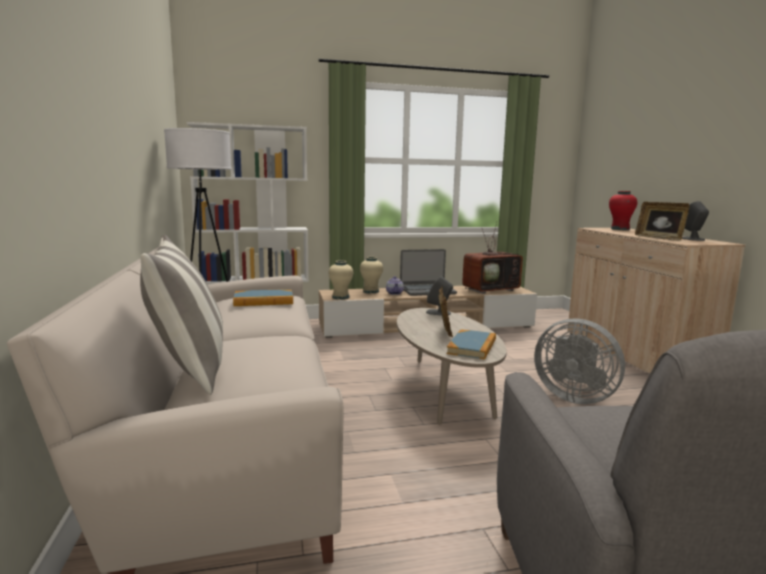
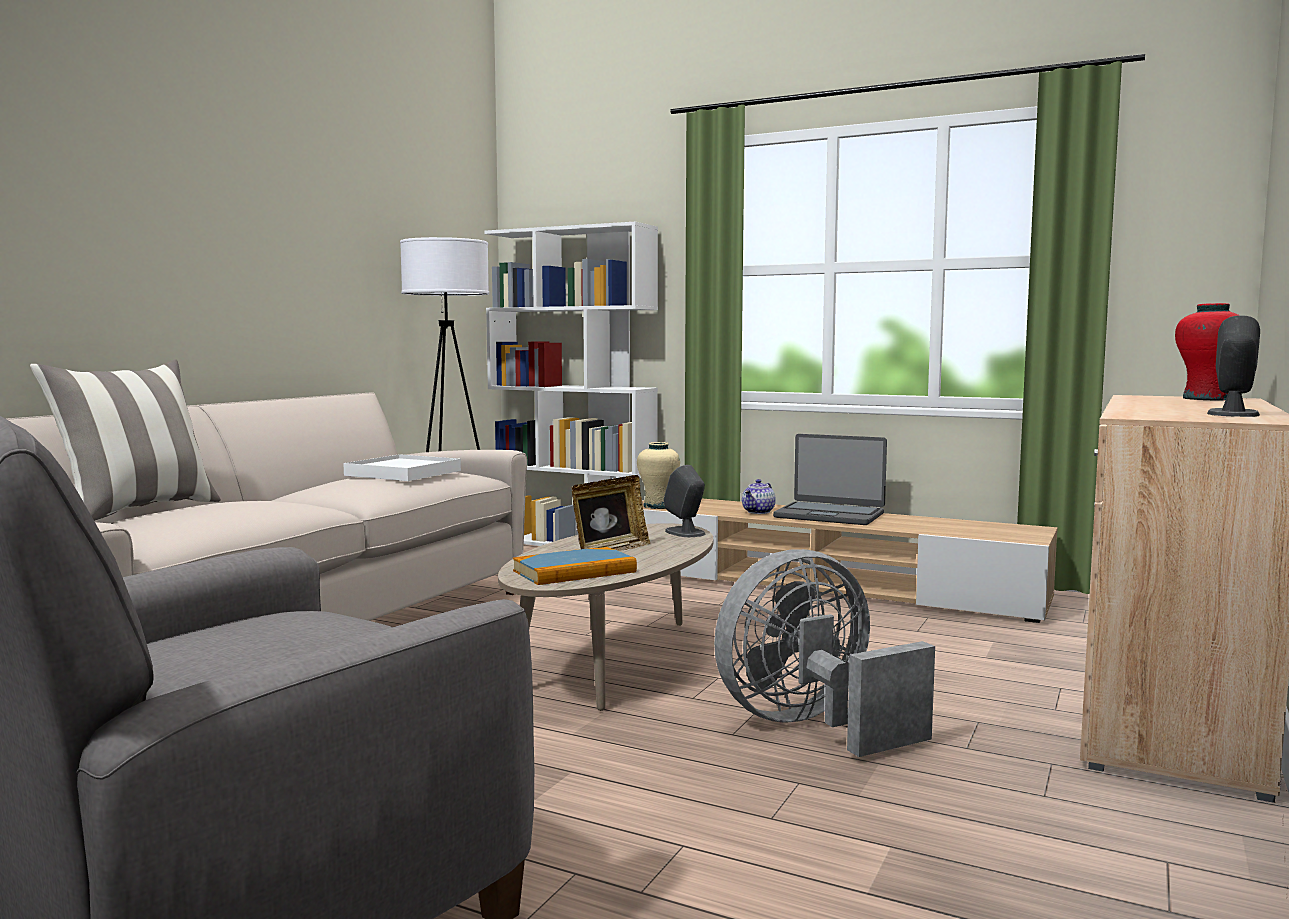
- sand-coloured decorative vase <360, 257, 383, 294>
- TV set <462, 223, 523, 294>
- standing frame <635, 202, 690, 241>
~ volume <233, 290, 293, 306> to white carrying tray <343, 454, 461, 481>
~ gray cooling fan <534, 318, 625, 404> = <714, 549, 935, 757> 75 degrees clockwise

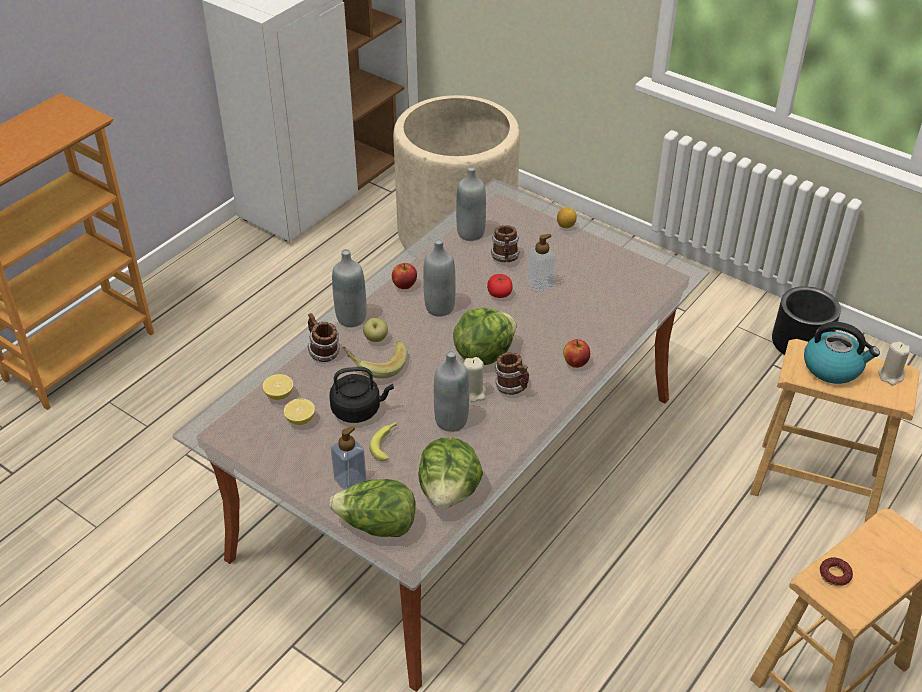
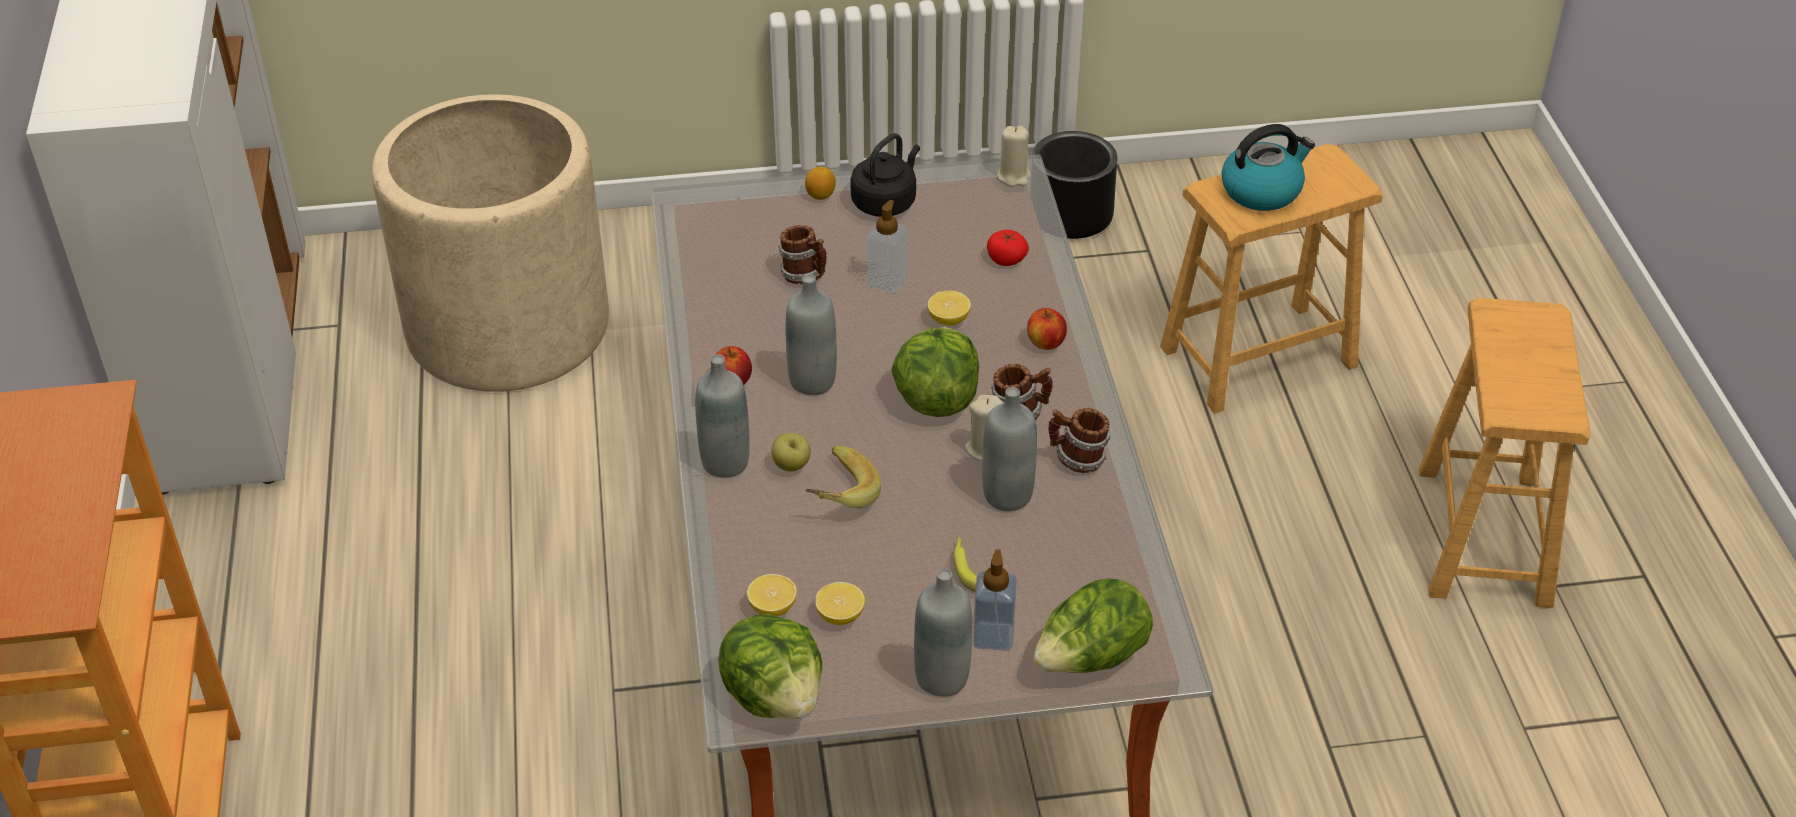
- donut <820, 557, 853, 586>
+ lemon <927, 291, 971, 326>
~ coffee mug <307, 313, 340, 362> to <1049, 408, 1111, 473>
~ black kettle <329, 367, 394, 423> to <850, 133, 920, 217>
~ head of lettuce <419, 437, 483, 509> to <718, 613, 822, 719>
~ gray bottle <456, 166, 486, 241> to <914, 569, 972, 697>
~ tomato <487, 274, 513, 298> to <987, 230, 1029, 266>
~ sand-coloured candle <878, 342, 910, 386> to <997, 126, 1031, 187>

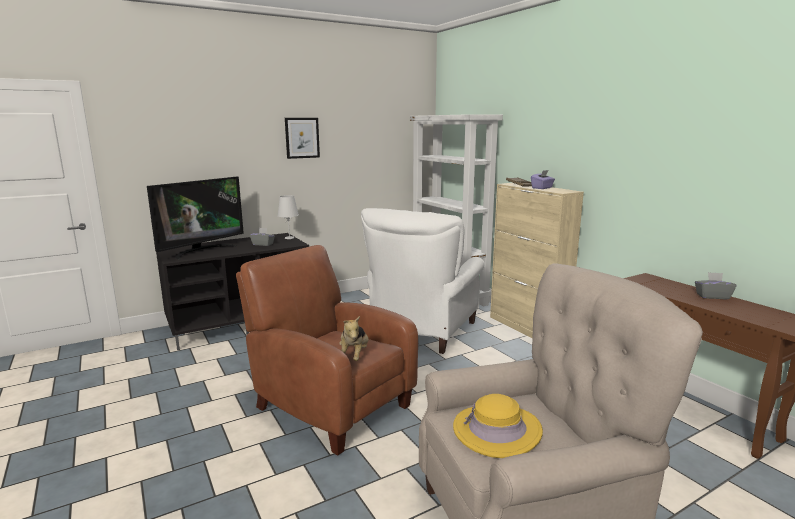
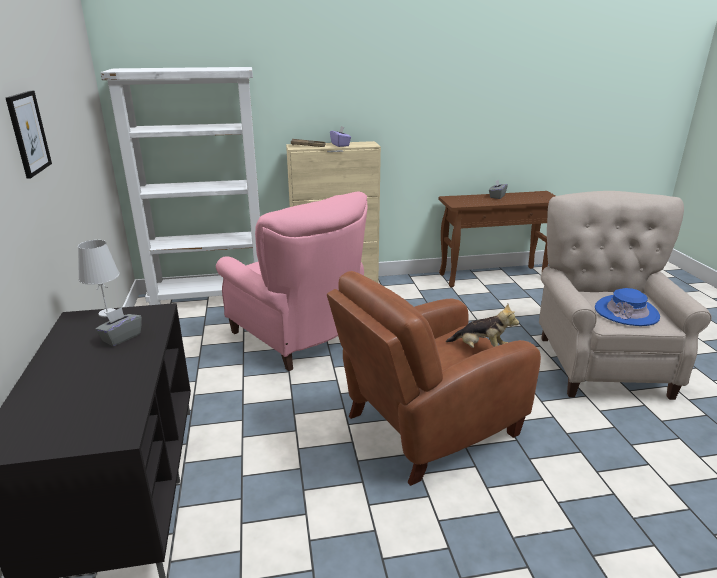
- TV set <147, 177, 244, 260>
~ white armchair <361, 208, 485, 354> to pink-coloured armchair <216, 192, 368, 371>
~ yellow hat <453, 394, 543, 458> to blue hat <595, 288, 660, 326>

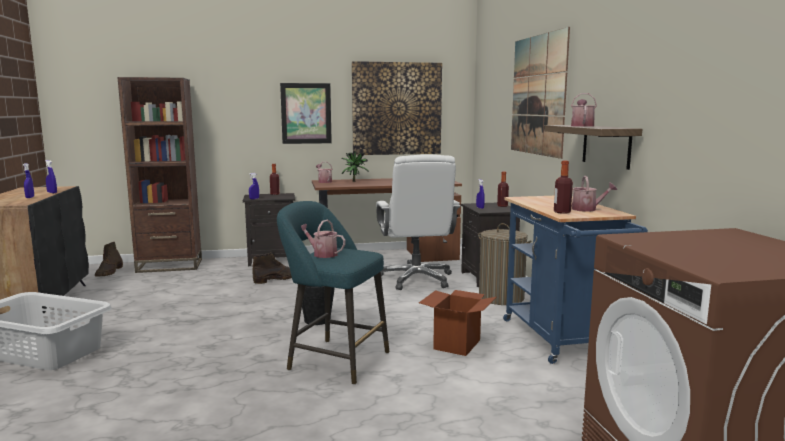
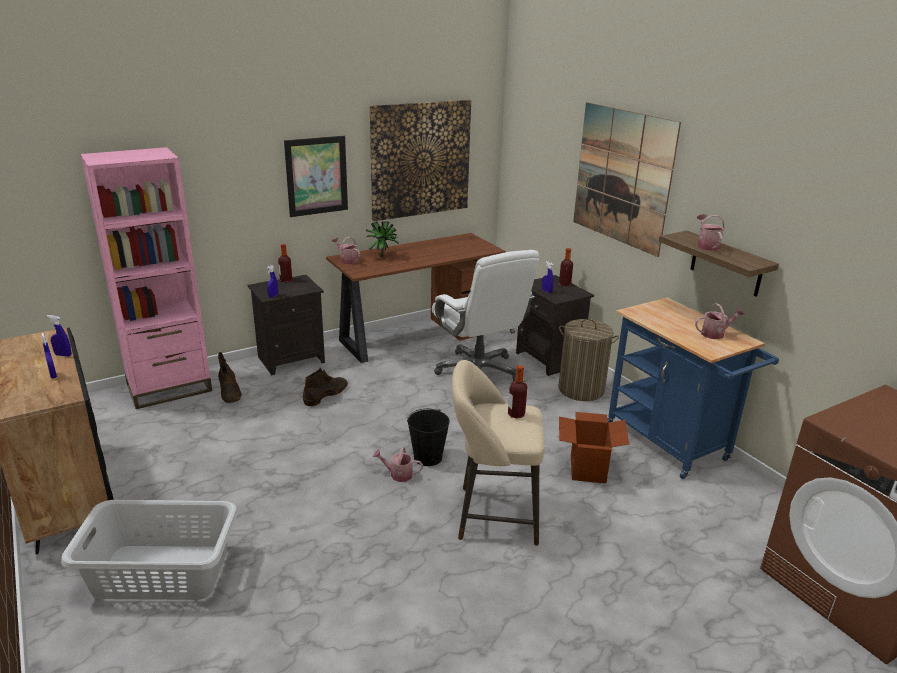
~ brown tall boot <95, 242, 123, 277> to <218, 352, 242, 403>
~ watering can <301, 220, 346, 258> to <373, 447, 423, 482>
~ bottle <554, 161, 573, 214> to <508, 365, 527, 419>
~ brown shelving unit <117, 77, 202, 273> to pink-coloured shelving unit <80, 147, 212, 409>
~ turquoise-coloured stool <277, 201, 389, 385> to sand-coloured stool <452, 360, 544, 546>

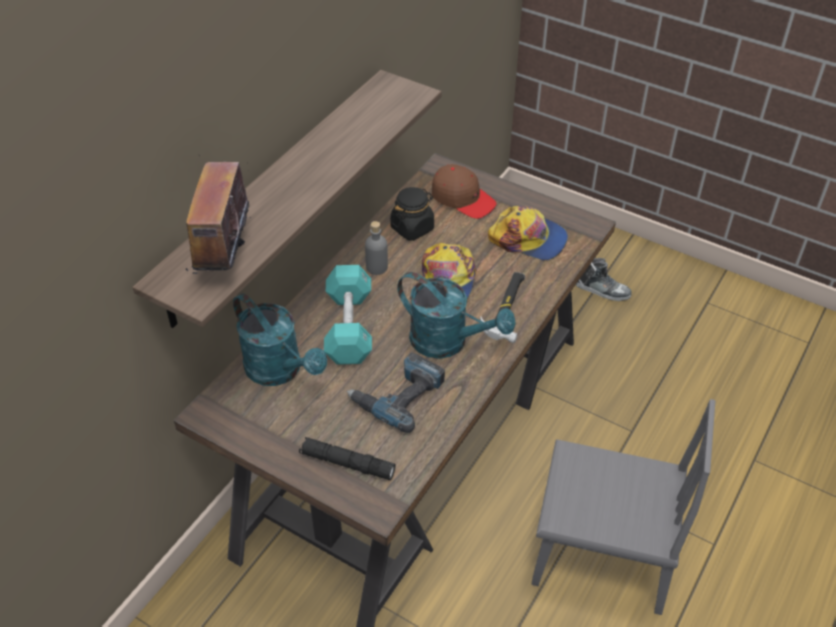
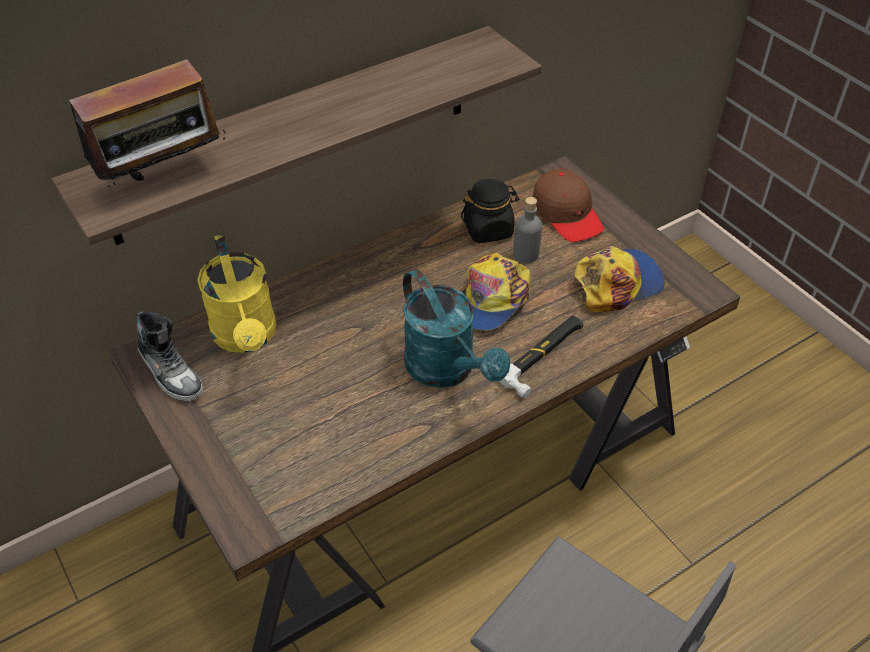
- black flashlight <299, 437, 395, 480>
- turquoise-coloured hand weight <324, 265, 372, 365>
- drill <347, 352, 445, 433>
~ gray bottle <365, 221, 388, 275> to <513, 197, 542, 263>
~ low shoe <576, 258, 632, 301> to <137, 311, 203, 402>
~ turquoise-coloured watering can <233, 293, 327, 386> to yellow watering can <197, 234, 277, 353>
~ radio set <186, 154, 251, 274> = <57, 59, 227, 187> 150 degrees counterclockwise
~ cap <488, 206, 568, 260> = <574, 246, 665, 312> 75 degrees counterclockwise

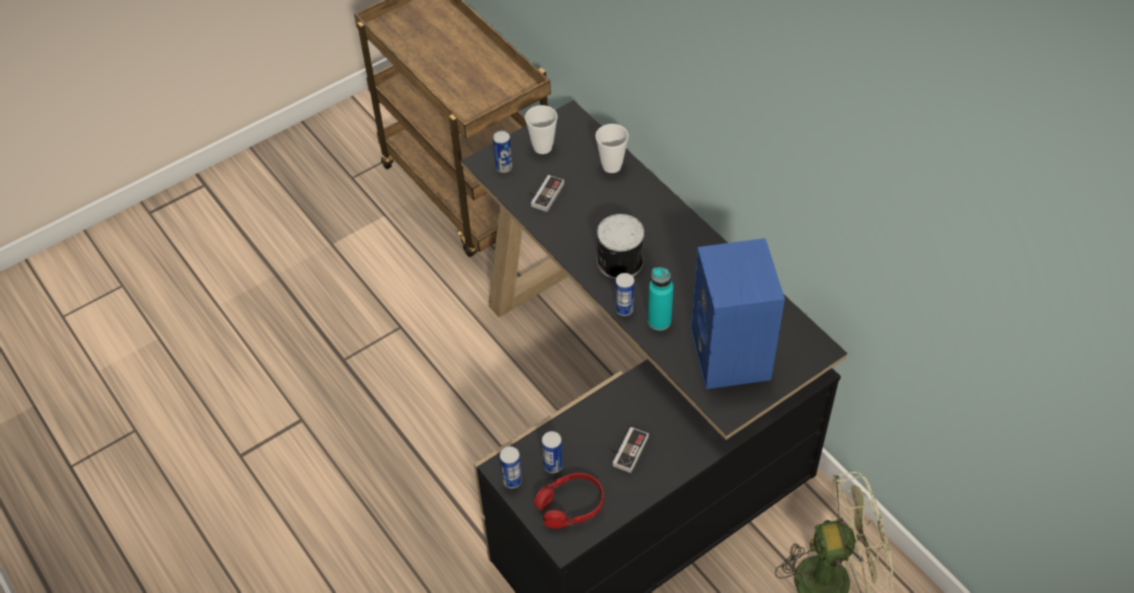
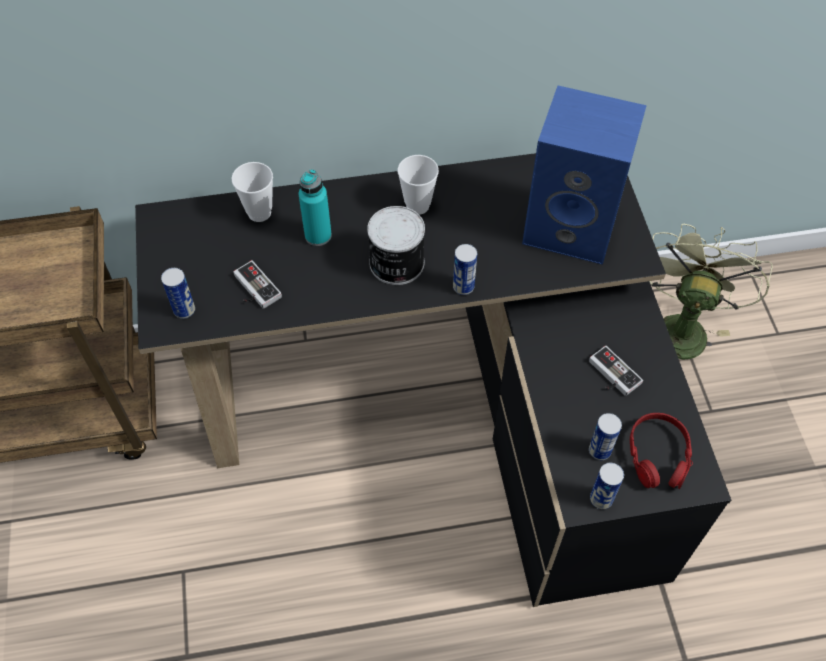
~ drinking cup <525, 105, 558, 154> to <398, 155, 439, 215>
~ turquoise-coloured bottle <648, 268, 674, 331> to <299, 169, 332, 246>

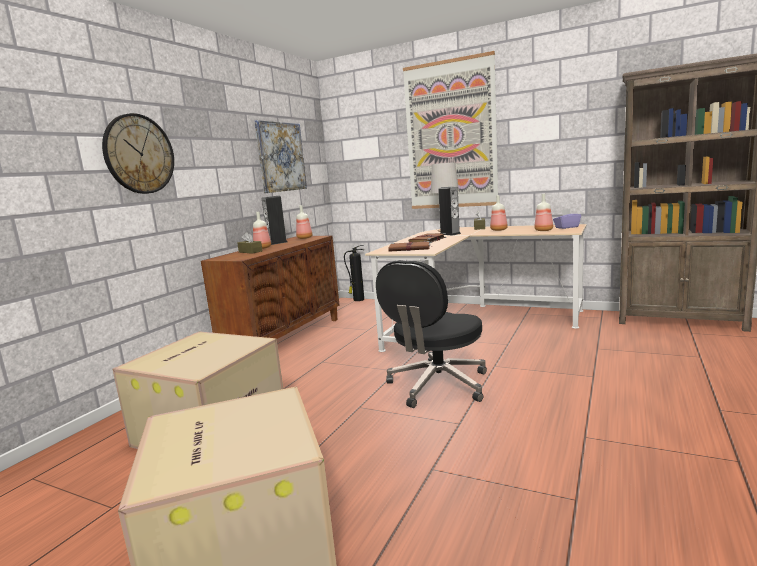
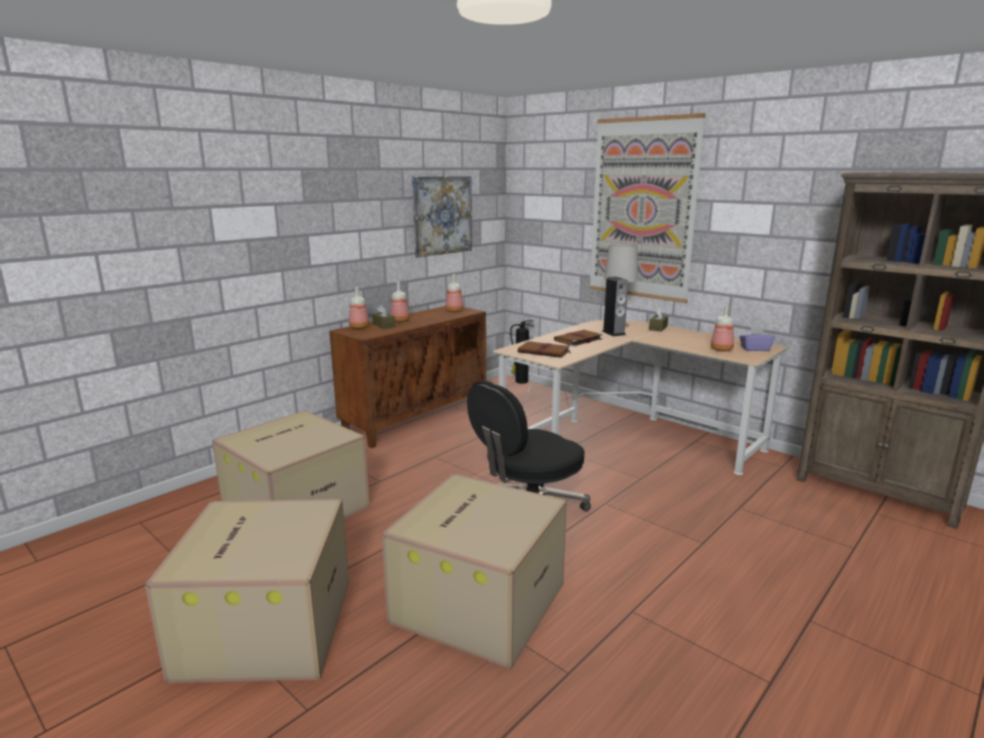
- clock on the wall <102, 113, 174, 194>
- loudspeaker <262, 196, 287, 245>
+ cardboard box <382, 473, 567, 669>
~ bottle <490, 195, 508, 231> to <349, 287, 369, 329>

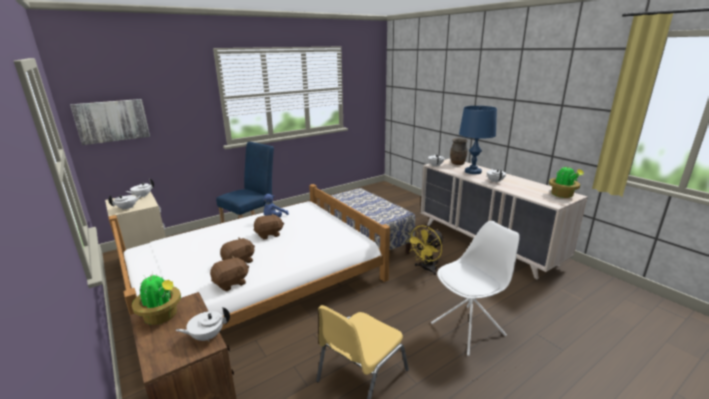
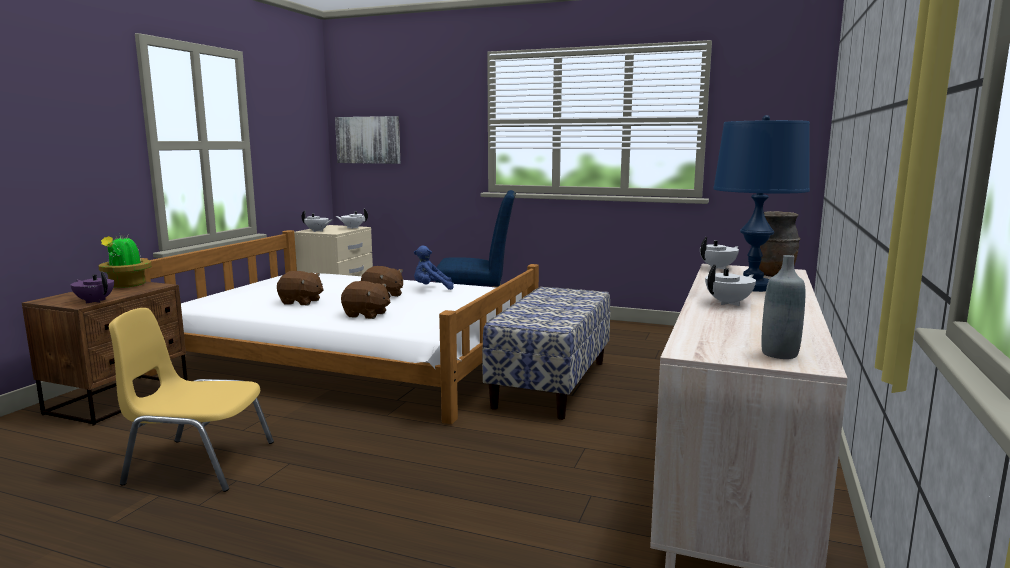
- yellow cooling fan <406, 225, 445, 275>
- white plain chair <431, 221, 520, 356>
~ brown soft toy <210, 256, 249, 291> to <341, 281, 390, 319>
~ houseplant <549, 165, 584, 198> to gray bottle <761, 255, 805, 359>
~ white teapot <176, 307, 230, 342> to purple-coloured teapot <70, 271, 114, 304>

